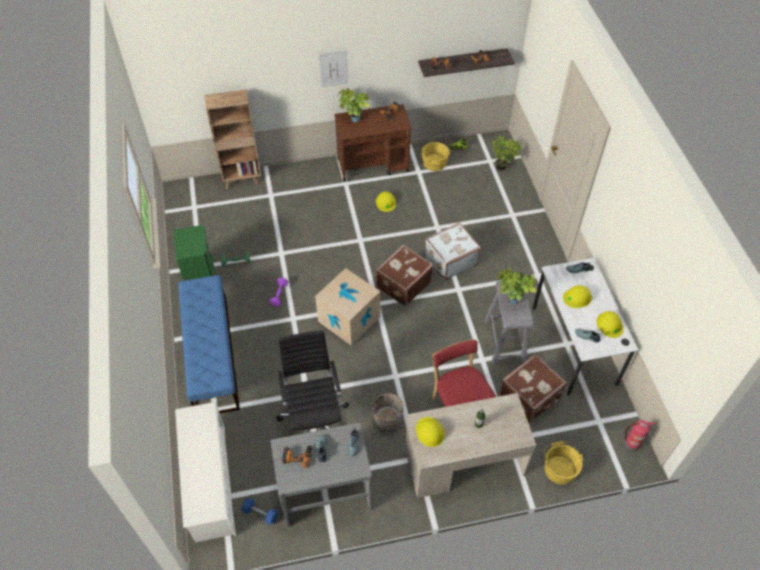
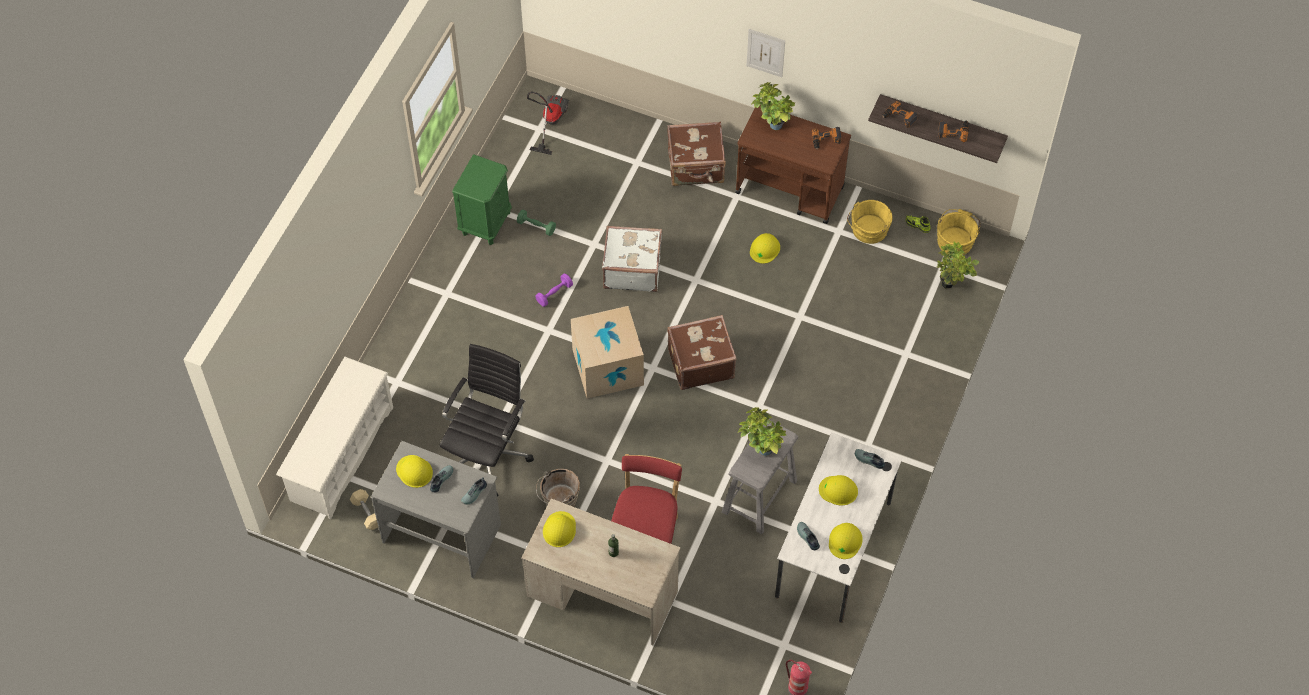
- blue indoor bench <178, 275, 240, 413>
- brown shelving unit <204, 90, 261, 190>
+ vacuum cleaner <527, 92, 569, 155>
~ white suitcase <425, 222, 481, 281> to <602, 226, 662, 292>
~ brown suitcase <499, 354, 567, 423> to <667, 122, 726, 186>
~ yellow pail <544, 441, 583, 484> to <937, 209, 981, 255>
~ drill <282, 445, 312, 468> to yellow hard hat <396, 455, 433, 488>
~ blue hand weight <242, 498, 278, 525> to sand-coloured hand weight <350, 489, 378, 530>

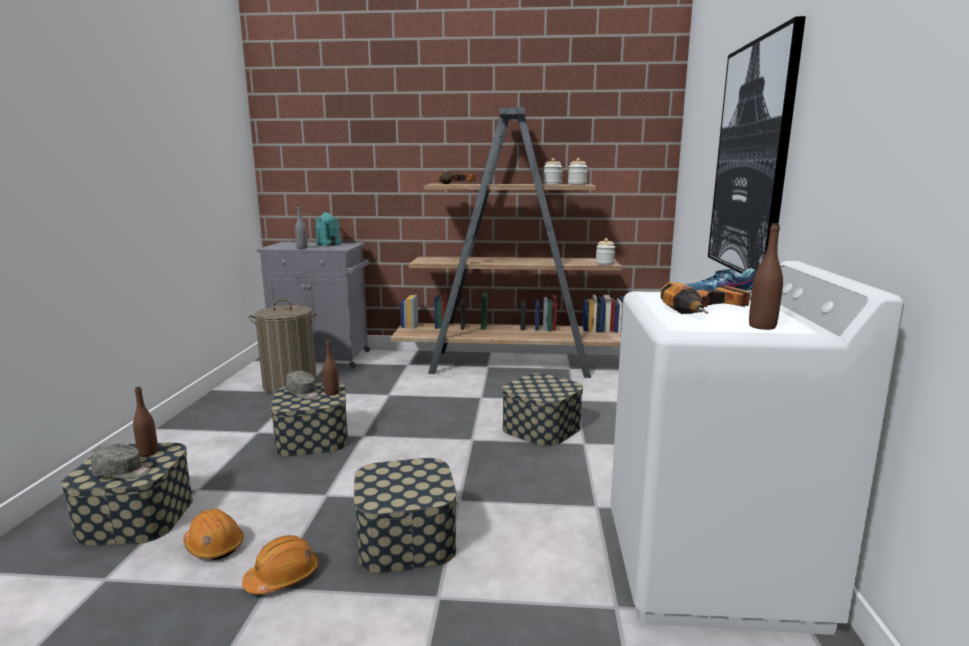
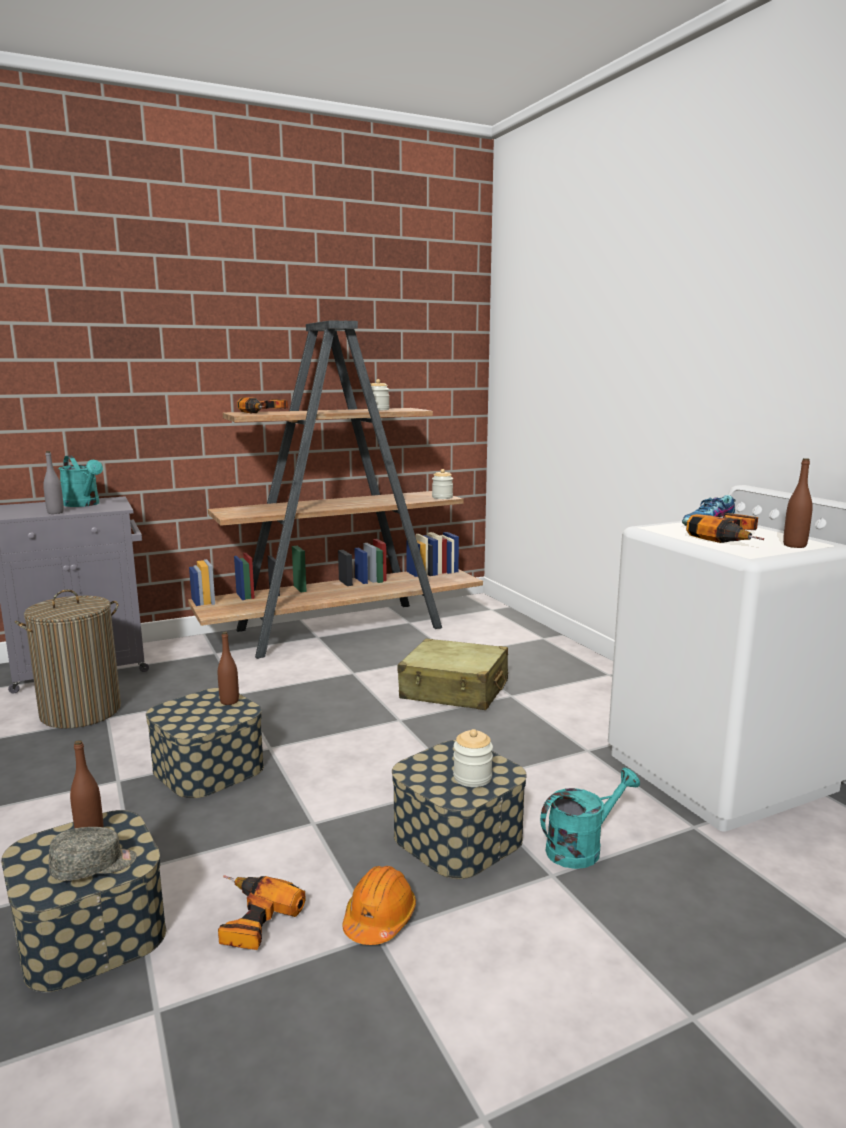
- gray cap <286, 371, 320, 399>
- wall art <708, 16, 806, 273>
+ turquoise-coloured watering can <540, 768, 640, 869>
~ storage jar <568, 158, 587, 185> to <453, 729, 493, 787>
~ orange hard hat <183, 508, 244, 560> to drill <218, 875, 306, 950>
~ storage container <502, 373, 583, 446> to sand-coloured suitcase <398, 638, 508, 710>

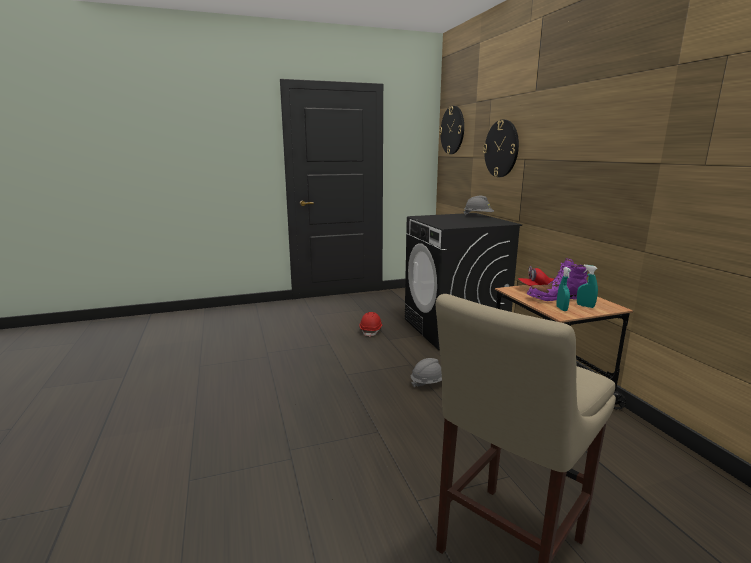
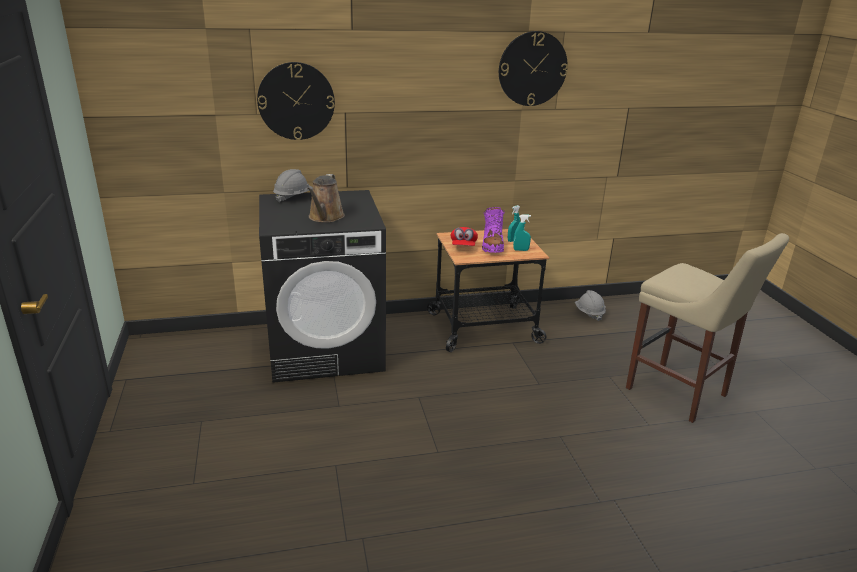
- reddish hard hat <359, 312, 383, 337>
+ brown watering can <307, 174, 345, 223>
~ gray hard hat <411, 358, 442, 387> to <575, 290, 606, 321>
~ clock on the wall <439, 106, 464, 154> to <499, 31, 568, 106>

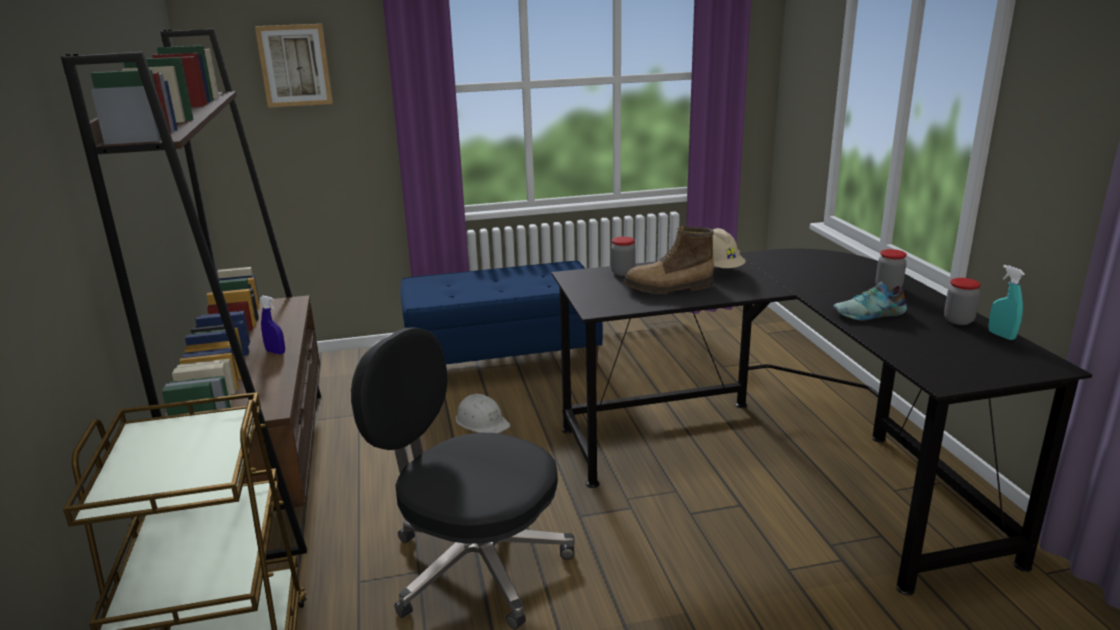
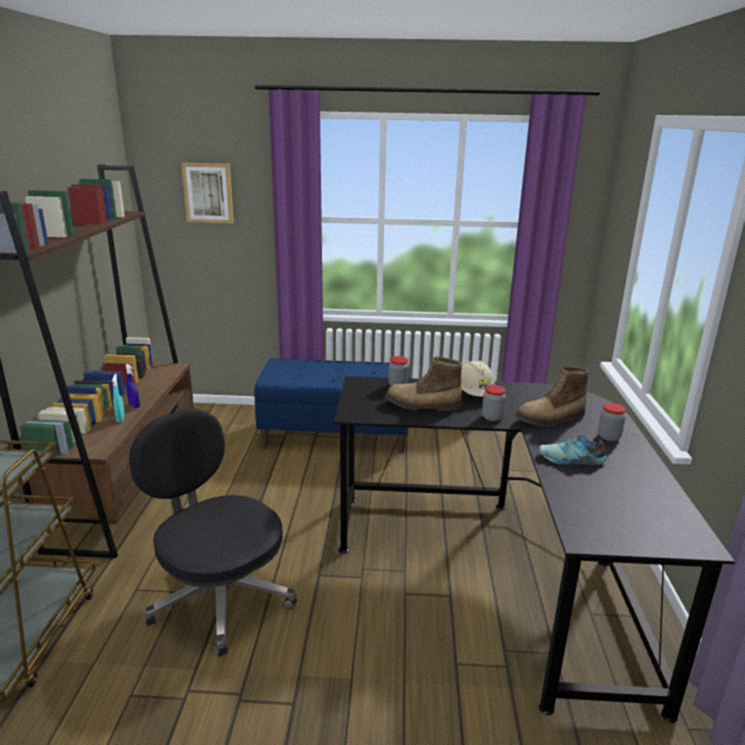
- white hard hat <456, 394, 511, 434>
+ tall boot <516, 366, 589, 426>
~ storage jar <944, 278, 981, 325> to <482, 385, 506, 421>
~ turquoise-coloured hand sprayer <988, 265, 1025, 340> to <112, 374, 125, 422>

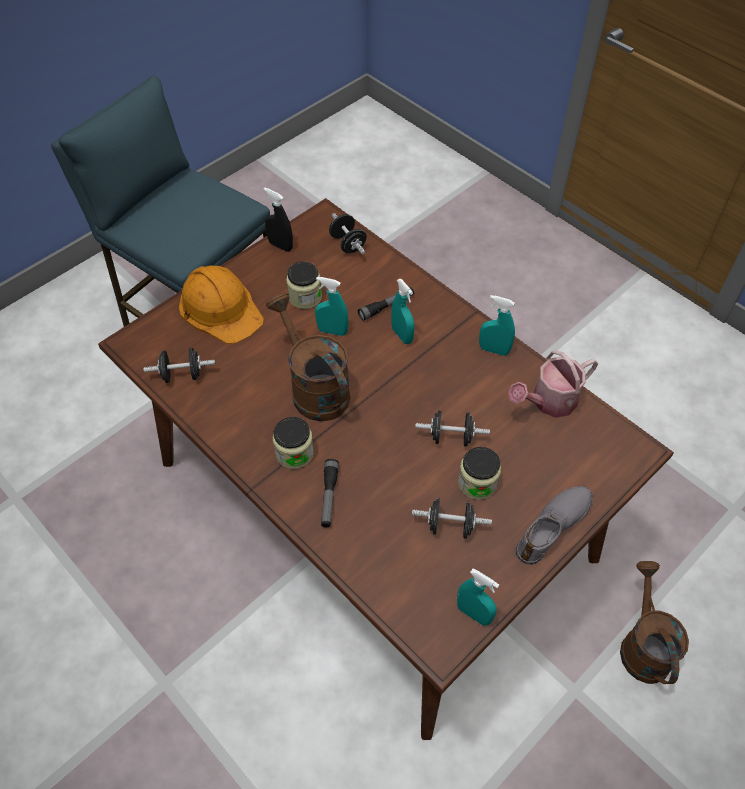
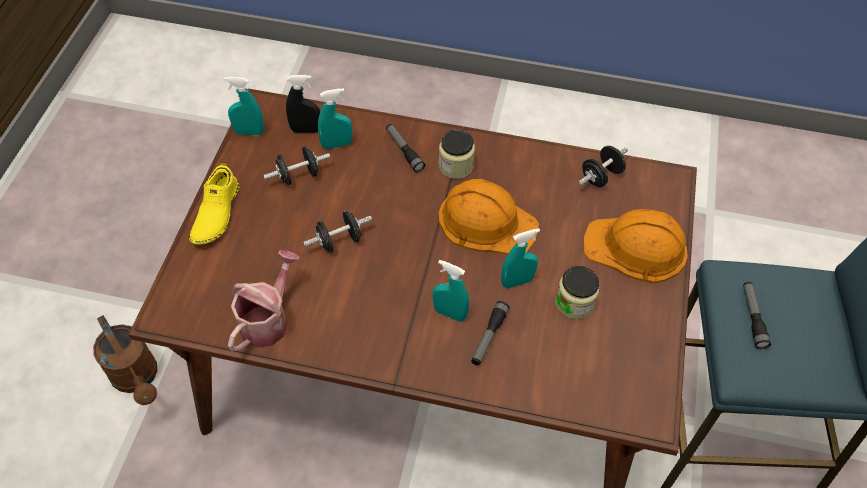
- black hand weight <329, 213, 367, 255>
- storage jar <458, 447, 501, 500>
+ flashlight <743, 282, 771, 349>
~ black hand sprayer <263, 187, 293, 252> to <286, 75, 320, 133>
~ turquoise-coloured hand sprayer <479, 295, 515, 356> to <318, 88, 352, 149>
~ brown watering can <266, 293, 351, 422> to orange hard hat <438, 179, 539, 254>
~ gray low shoe <515, 486, 593, 565> to yellow low shoe <189, 162, 239, 245>

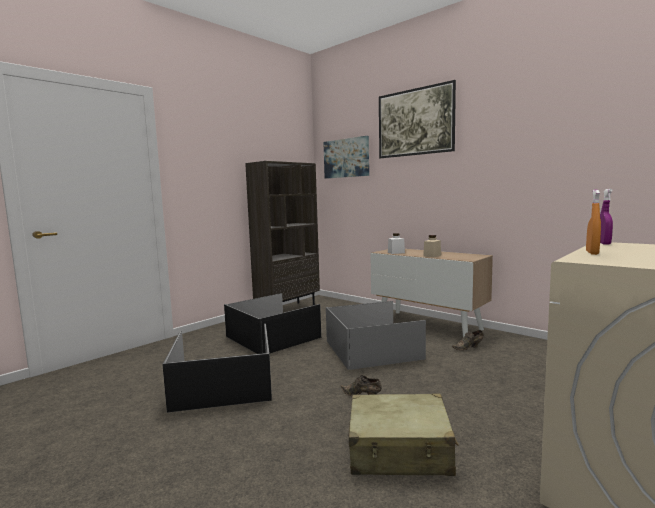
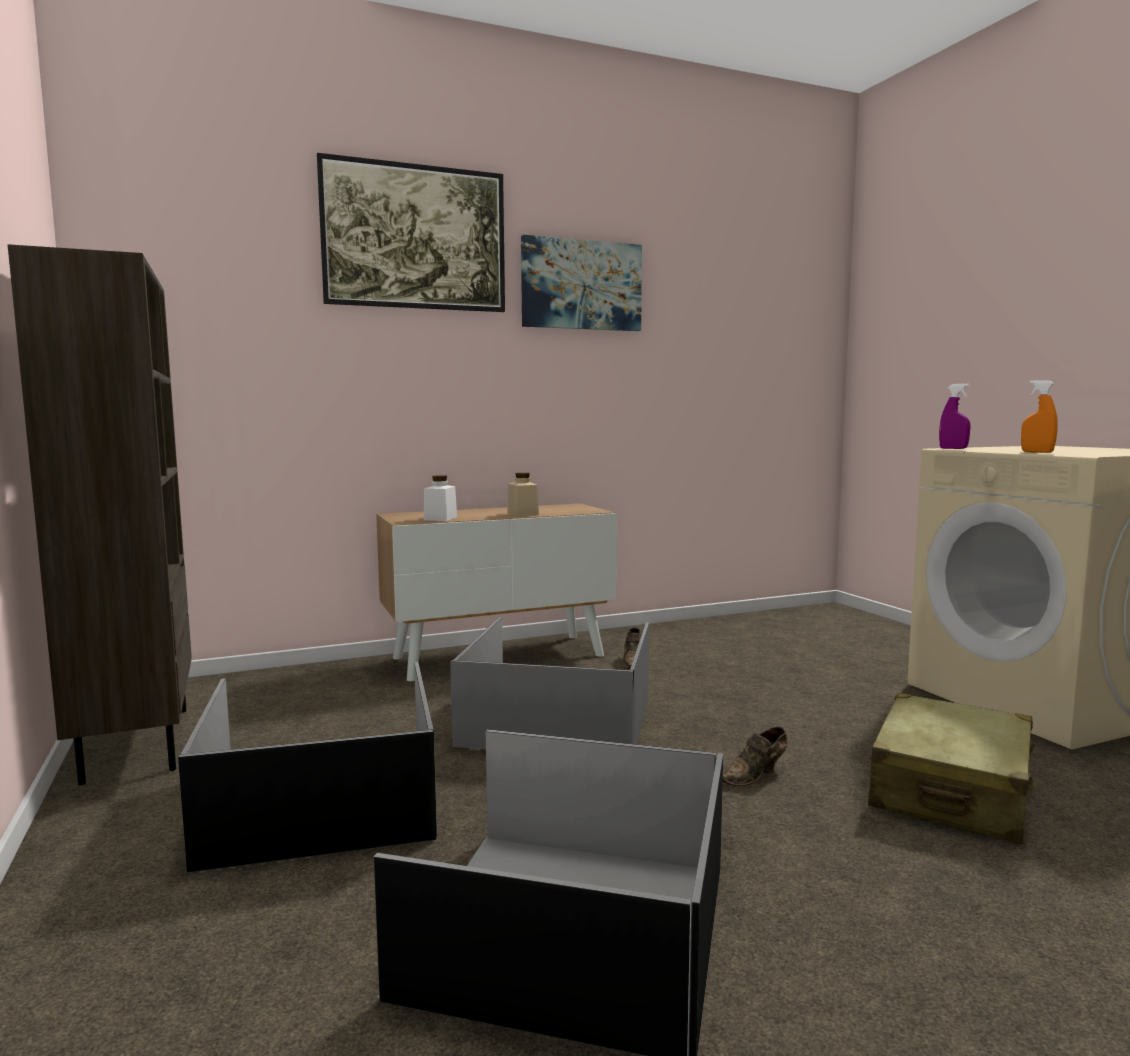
~ wall art <323, 136, 369, 179> to <521, 235, 642, 331>

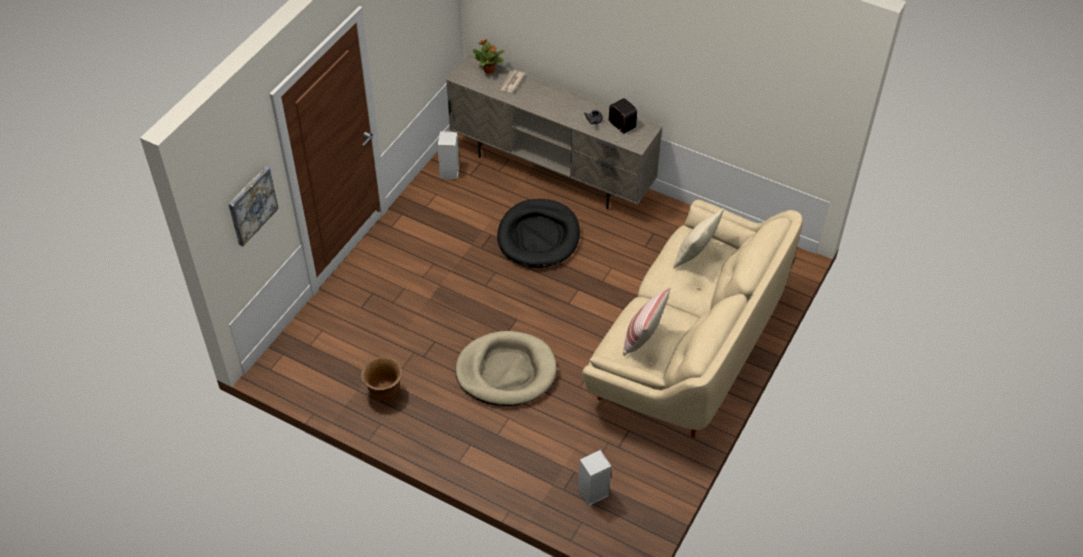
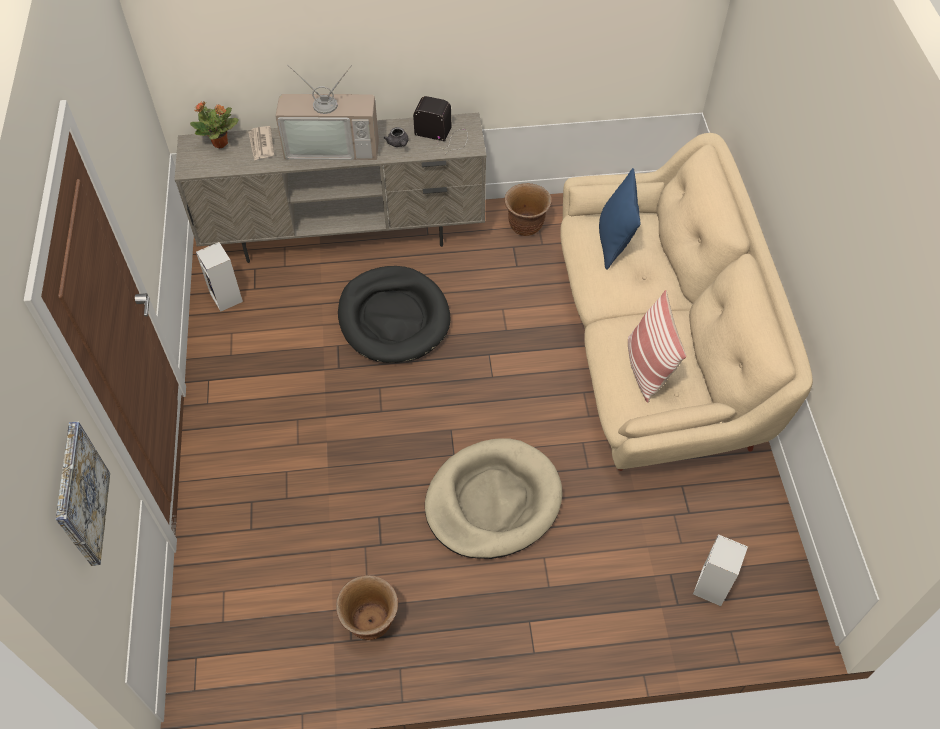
+ TV set <275, 65, 379, 160>
+ brown plant pot <505, 183, 552, 236>
~ sand-coloured pillow <673, 208, 724, 268> to blue pillow <599, 168, 640, 270>

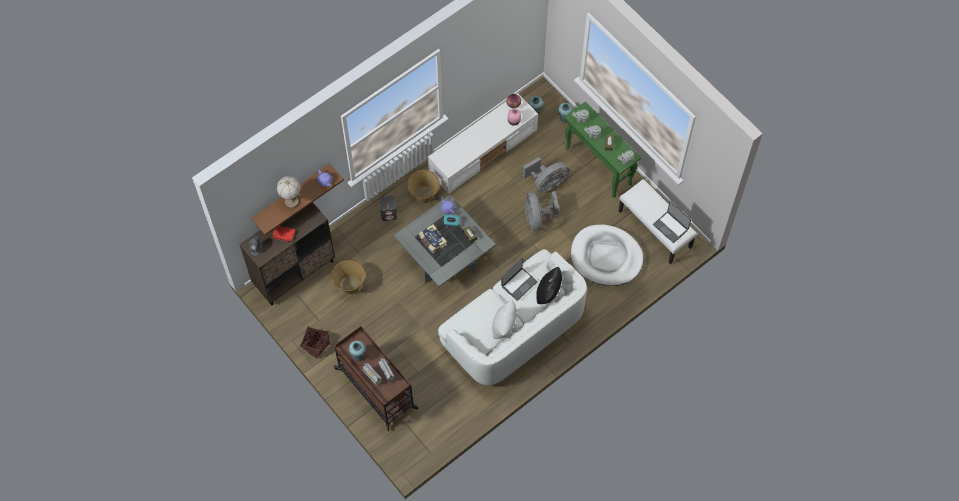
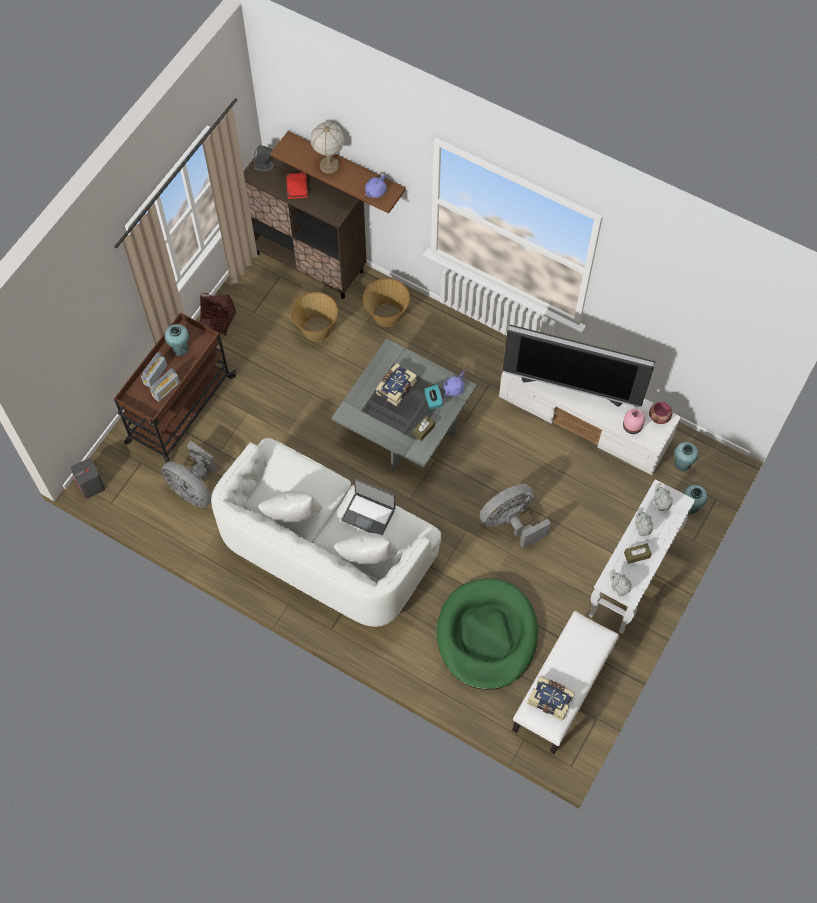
+ TV set <503, 325, 655, 407>
~ gray loudspeaker <379, 196, 397, 221> to <70, 458, 105, 499>
~ storage basket <407, 170, 440, 203> to <363, 278, 410, 327>
~ gray cooling fan <523, 157, 569, 193> to <161, 441, 217, 508>
~ notebook computer <653, 201, 691, 243> to volume <527, 676, 575, 721>
~ black pillow <536, 267, 562, 304> to white pillow <334, 533, 398, 565>
~ green-coloured console table <564, 101, 641, 198> to white console table <588, 479, 695, 634>
~ white dog bed <571, 224, 644, 286> to green-coloured dog bed <437, 578, 538, 690>

